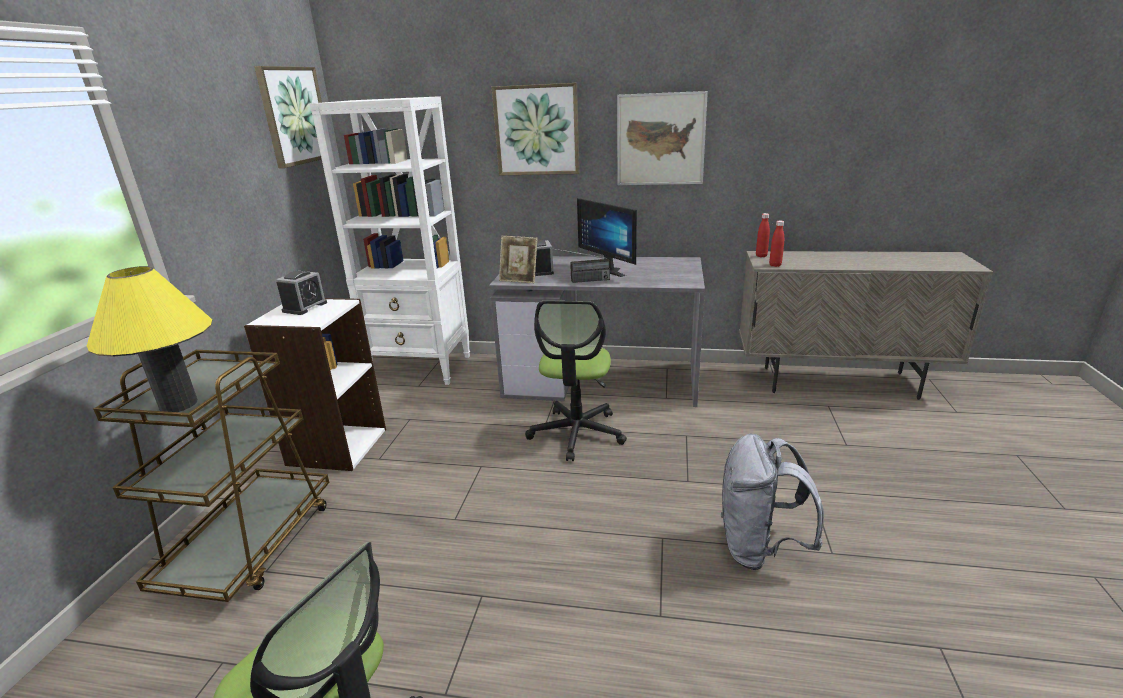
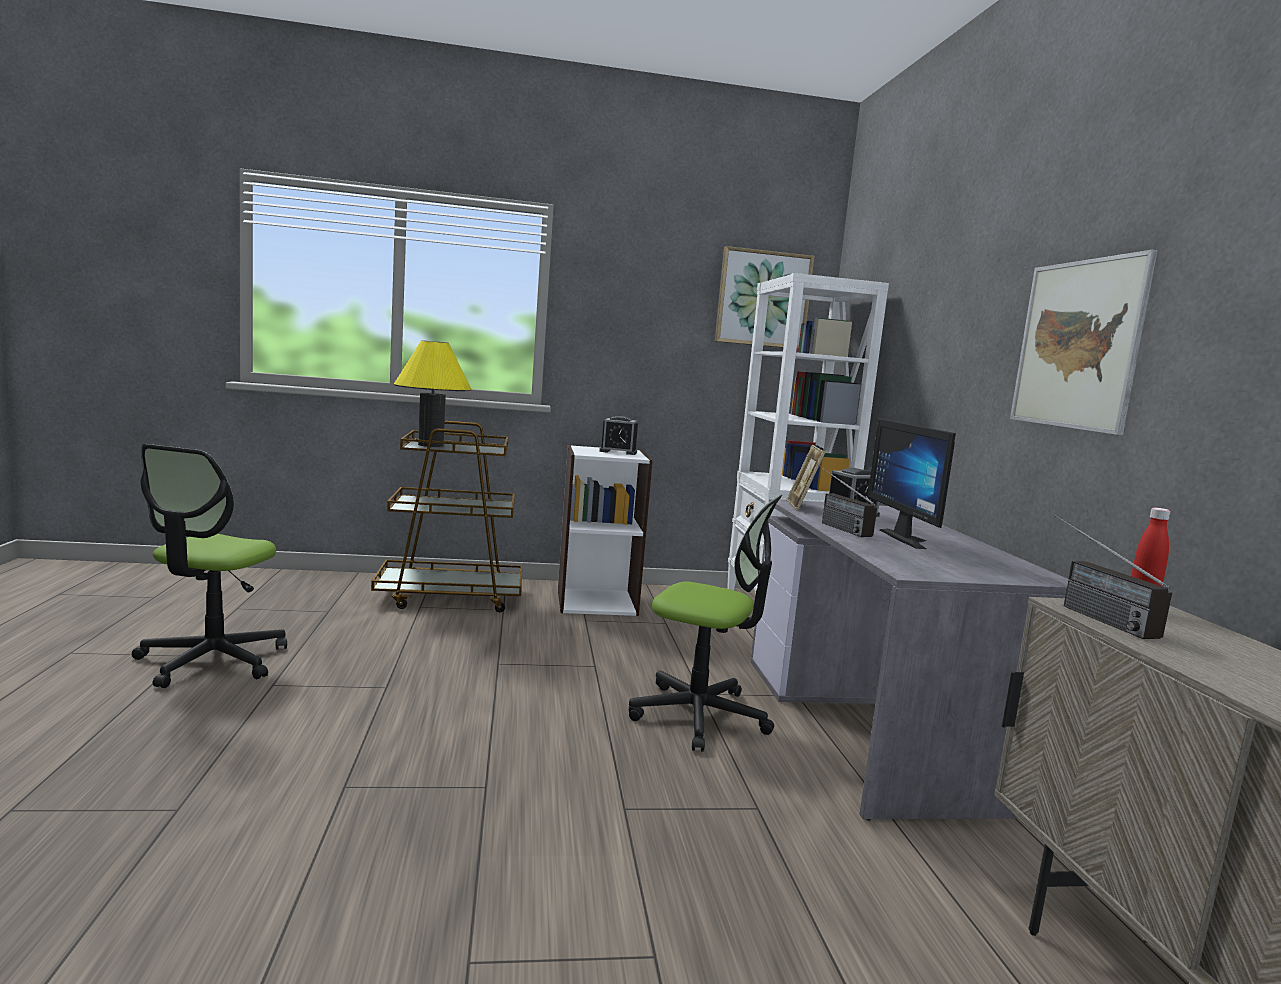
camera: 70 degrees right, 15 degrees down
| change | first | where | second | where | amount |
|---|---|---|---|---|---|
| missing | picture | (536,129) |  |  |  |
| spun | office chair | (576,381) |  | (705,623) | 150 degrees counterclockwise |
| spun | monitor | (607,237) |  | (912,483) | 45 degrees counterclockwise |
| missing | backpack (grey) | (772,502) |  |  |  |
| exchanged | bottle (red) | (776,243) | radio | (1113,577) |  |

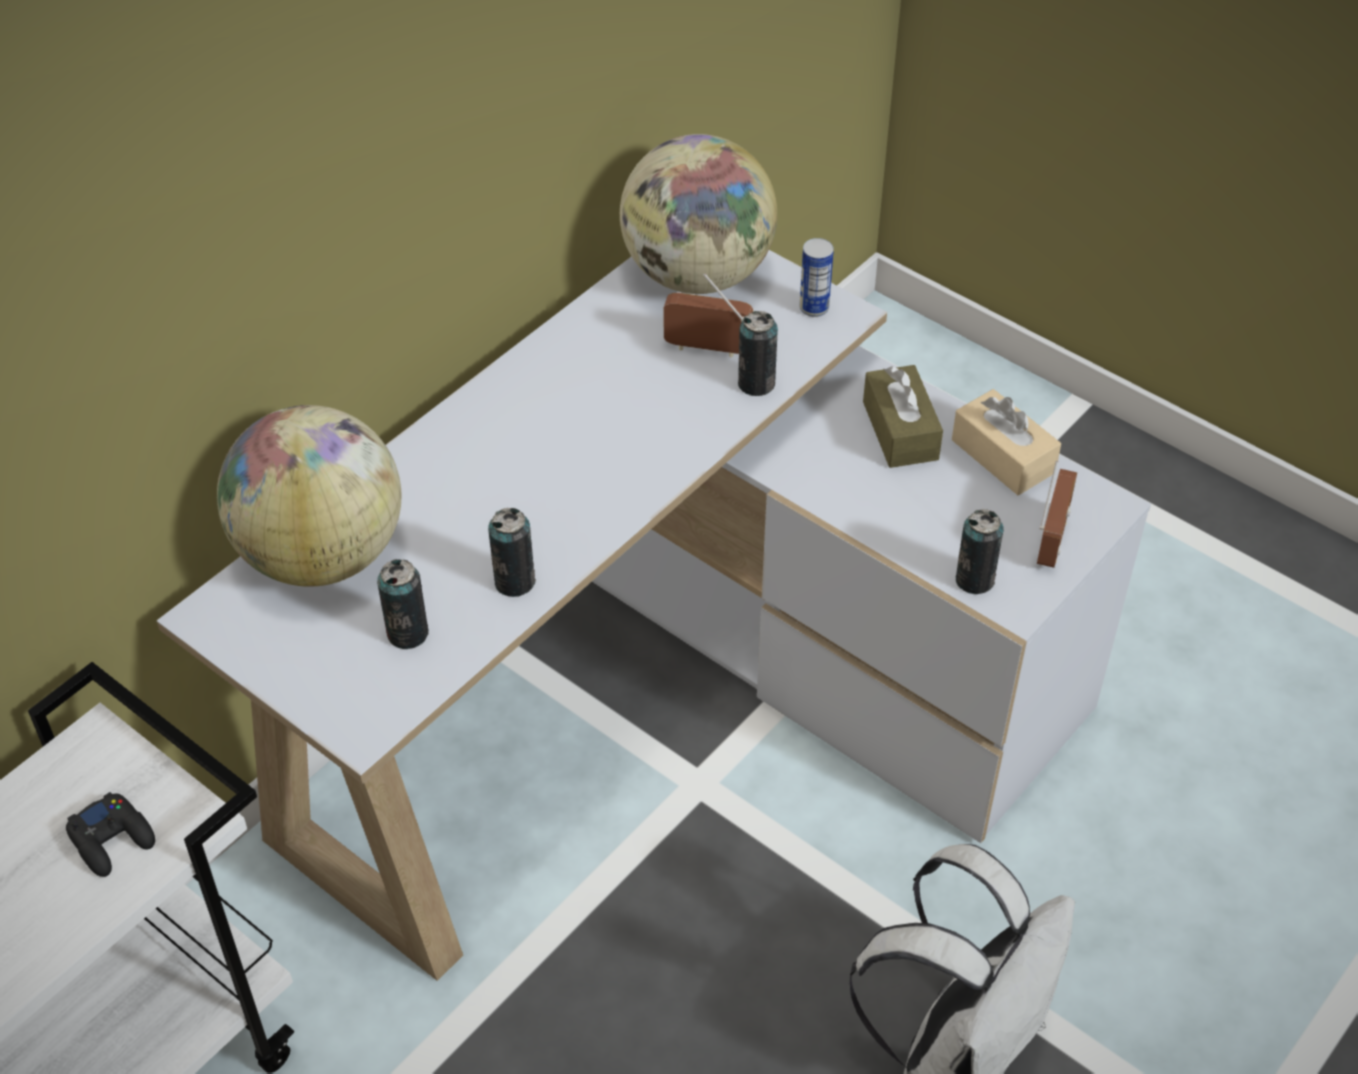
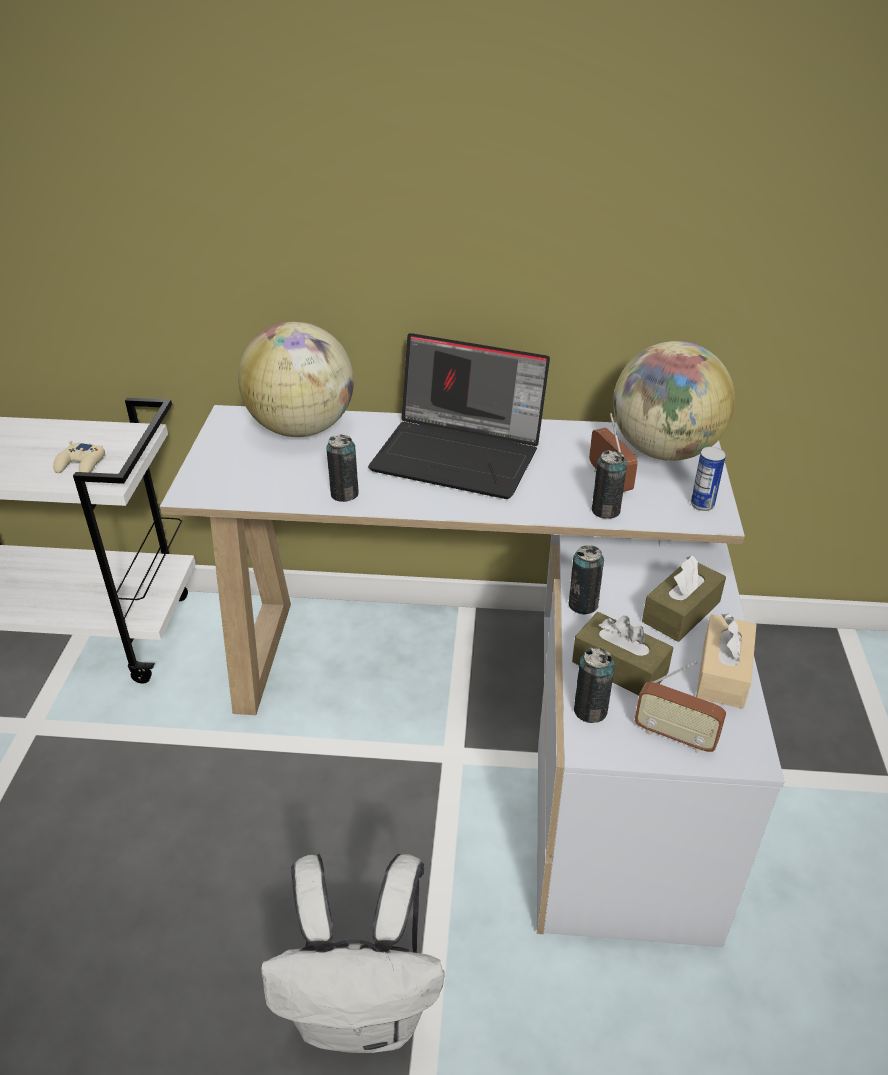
camera: 55 degrees right, 10 degrees down
| change | first | where | second | where | amount |
|---|---|---|---|---|---|
| colour | game controller (black) | (110,834) | game controller (beige) | (79,457) |  |
| relocated | can | (403,604) |  | (586,580) |  |
| spun | radio | (1057,514) |  | (680,707) | 45 degrees clockwise |
| appeared |  |  | laptop | (459,416) |  |
| appeared |  |  | tissue box (brown) | (622,653) |  |

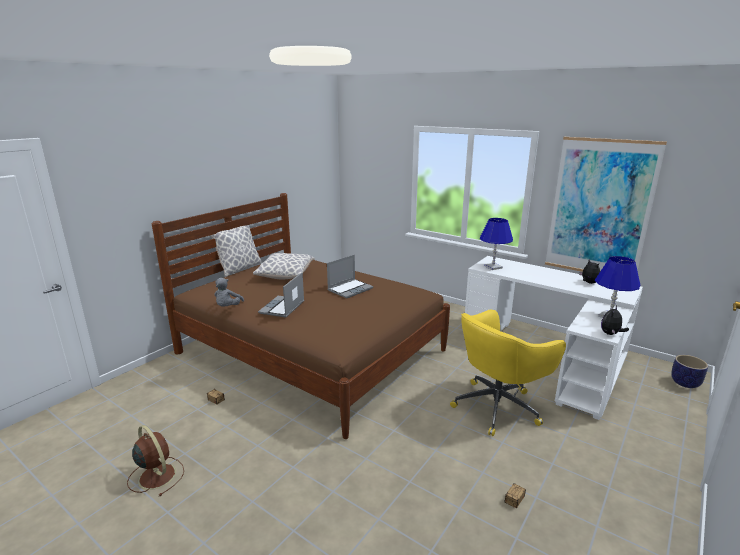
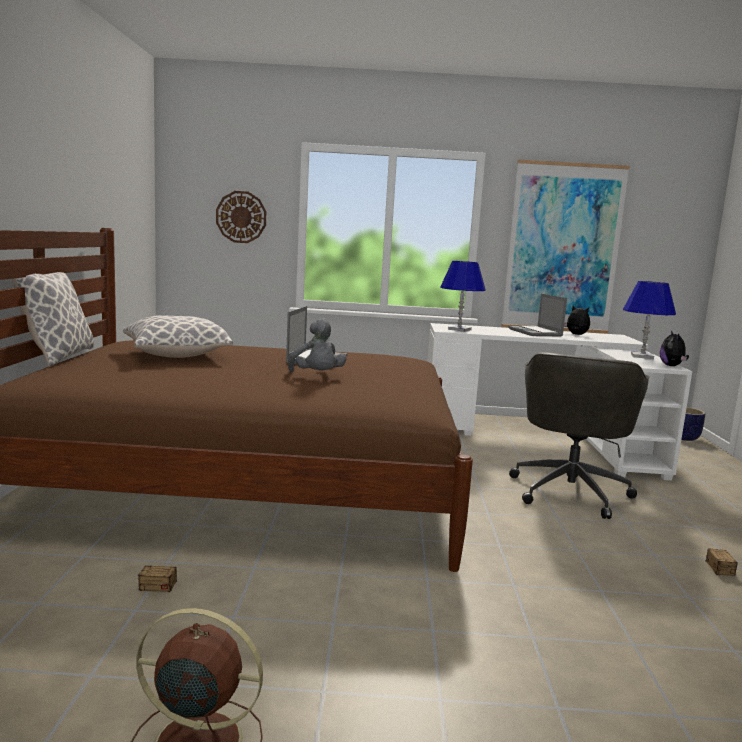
camera: 35 degrees left, 10 degrees down
| change | first | where | second | where | amount |
|---|---|---|---|---|---|
| relocated | plush toy (grey) | (229,292) |  | (317,345) |  |
| relocated | laptop | (281,295) |  | (537,314) |  |
| colour | office chair (yellow) | (508,372) | office chair (grey) | (579,435) |  |
| appeared |  |  | wall clock | (241,217) |  |

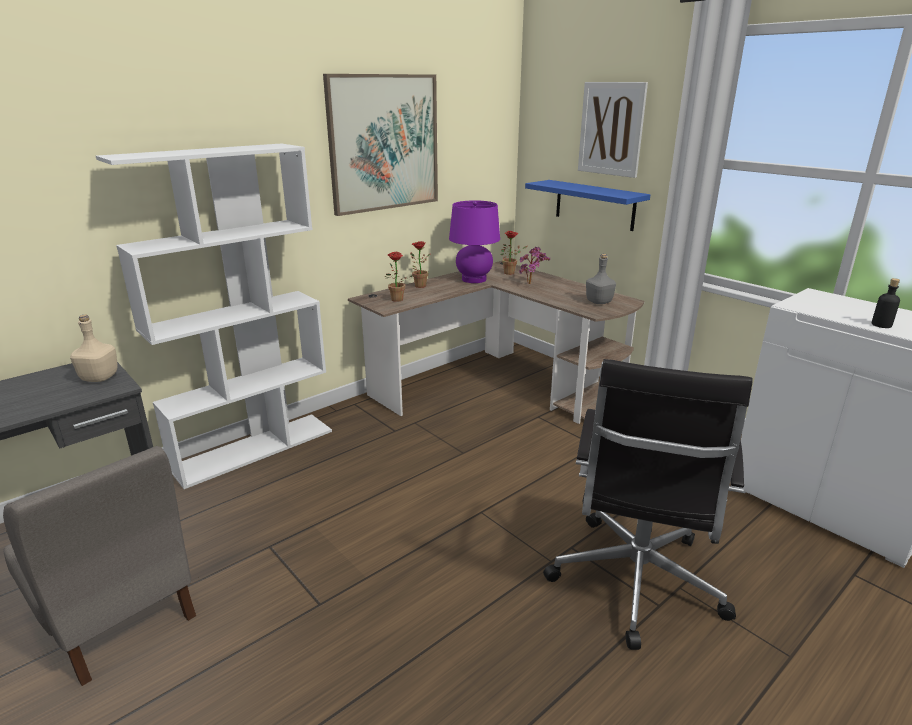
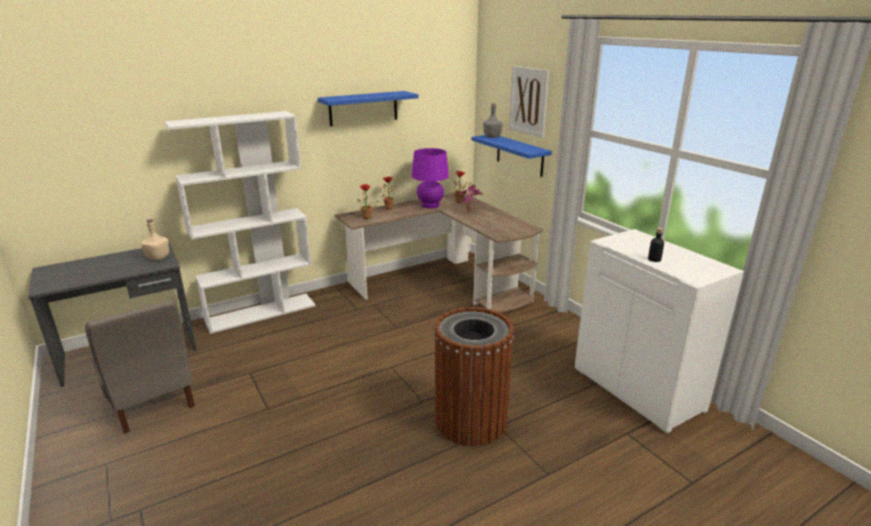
camera: 10 degrees right, 0 degrees up
| change | first | where | second | where | amount |
|---|---|---|---|---|---|
| exchanged | picture | (380,145) | shelf (blue) | (368,108) |  |
| exchanged | office chair (black) | (648,504) | trash can (brown) | (474,376) |  |
| relocated | bottle (grey) | (601,279) |  | (492,120) |  |

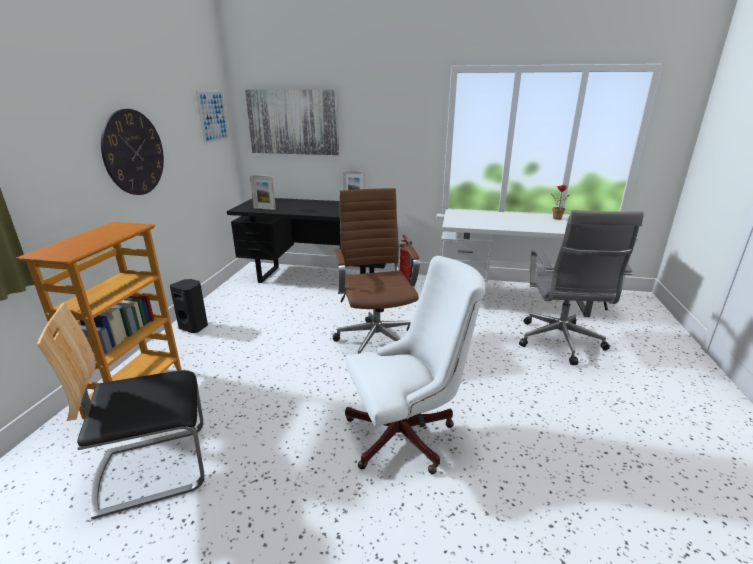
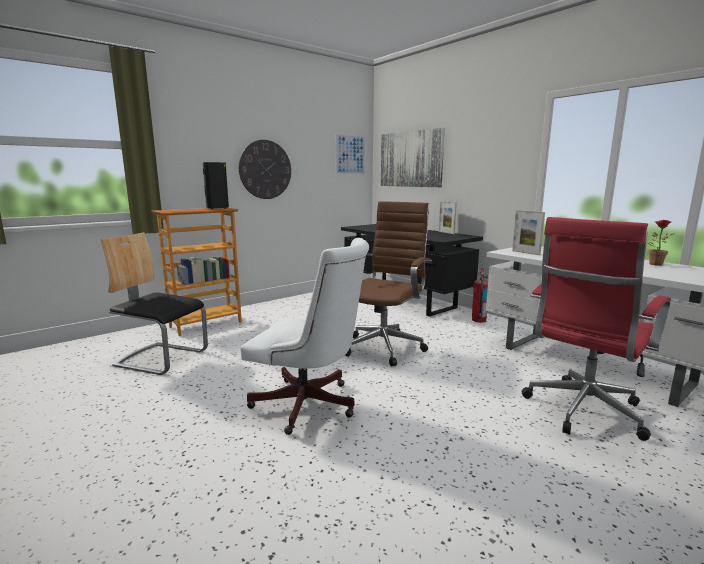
camera: 40 degrees right, 10 degrees down
| change | first | where | second | where | amount |
|---|---|---|---|---|---|
| relocated | speaker (black) | (189,306) |  | (216,185) |  |
| relocated | picture frame | (263,192) |  | (528,232) |  |
| colour | office chair (grey) | (581,287) | office chair (red) | (596,329) |  |

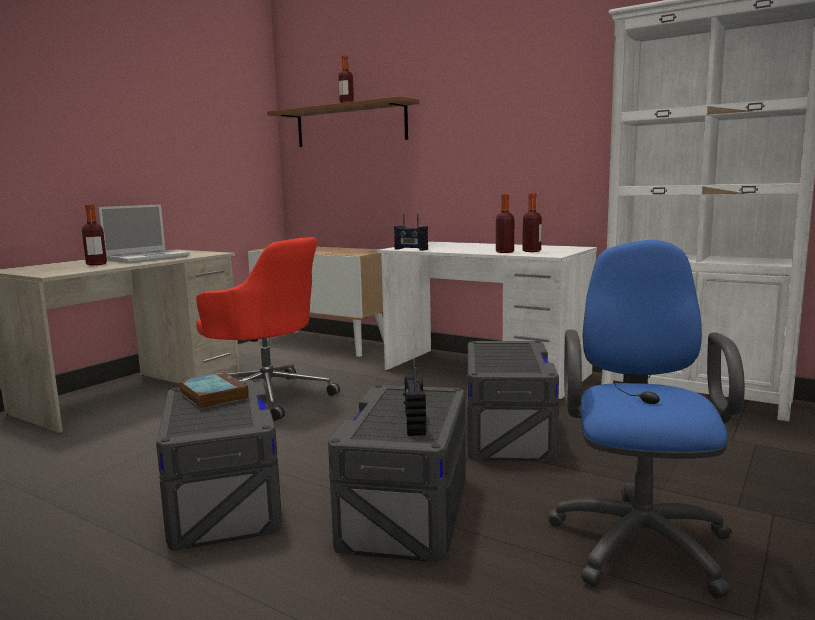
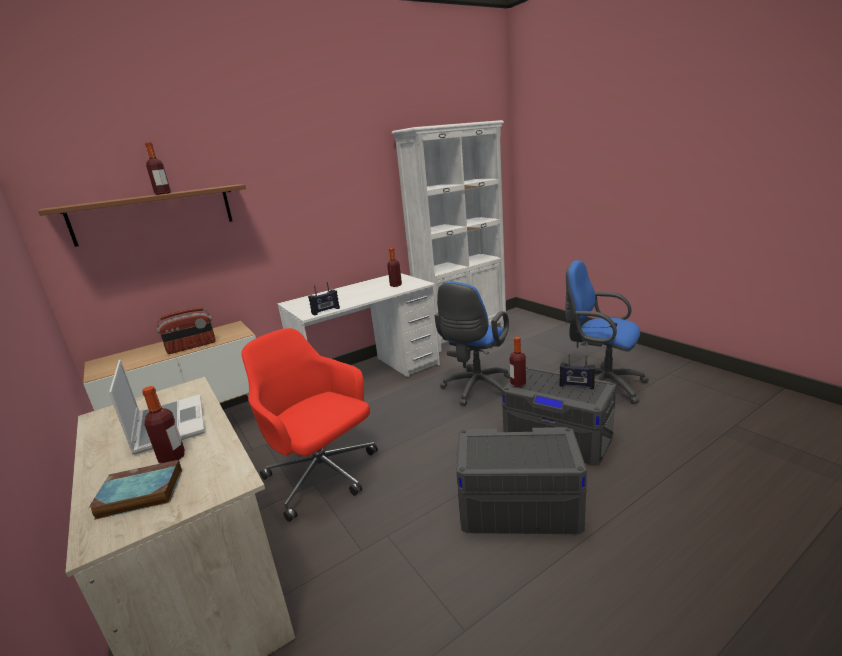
camera: 65 degrees left, 10 degrees up
| change | first | where | second | where | amount |
|---|---|---|---|---|---|
| relocated | book | (214,390) |  | (135,490) |  |
| spun | office chair (red) | (268,329) |  | (309,425) | 105 degrees counterclockwise |
| exchanged | storage box (grey) | (513,401) | office chair (blue) | (472,344) |  |
| relocated | bottle | (505,223) |  | (518,362) |  |
| appeared |  |  | radio | (186,330) |  |

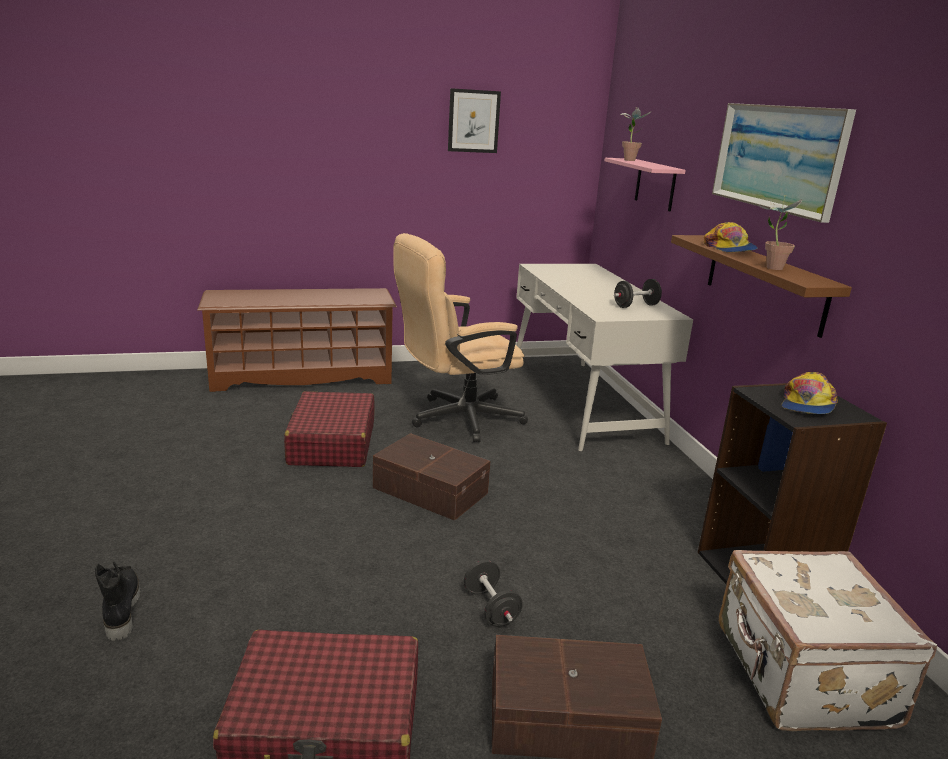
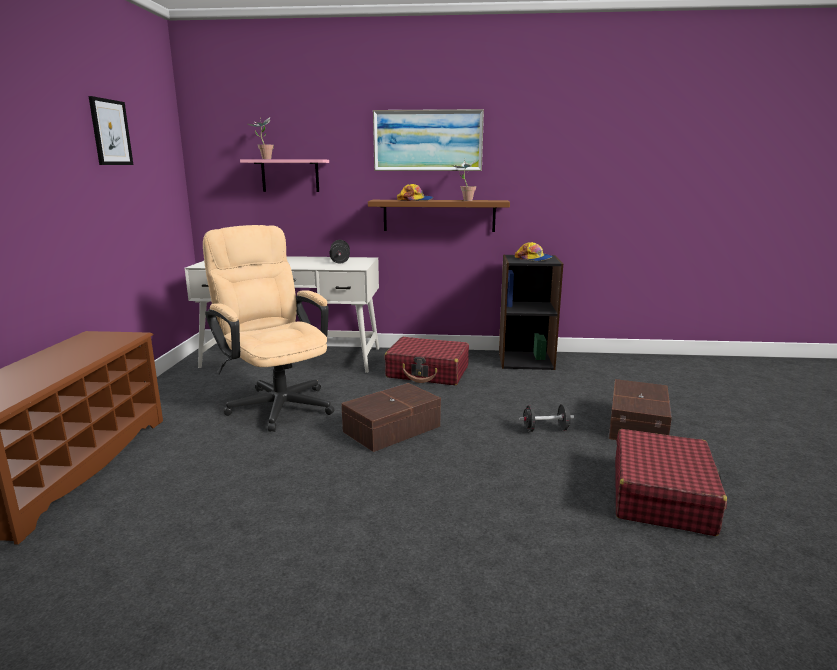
camera: 70 degrees left, 5 degrees down
| change | first | where | second | where | amount |
|---|---|---|---|---|---|
| missing | boot (black) | (117,601) |  |  |  |
| relocated | suitcase (red) | (329,429) |  | (426,361) |  |
| spun | office chair (beige) | (460,337) |  | (268,328) | 150 degrees clockwise |
| missing | suitcase (white) | (828,640) |  |  |  |

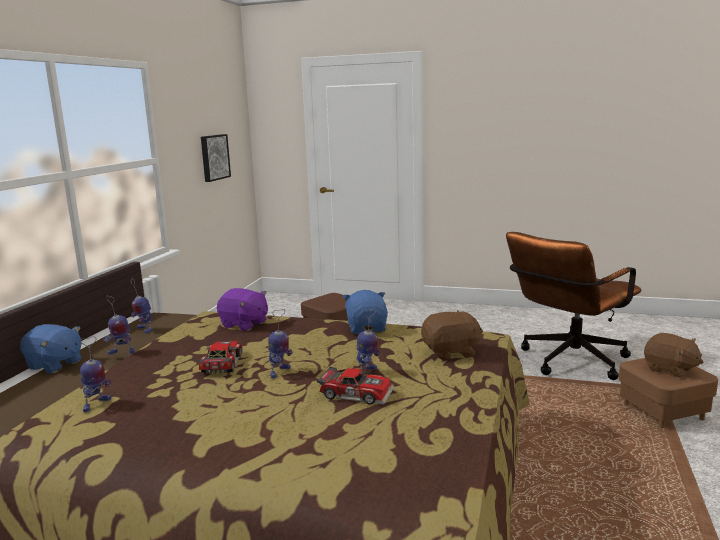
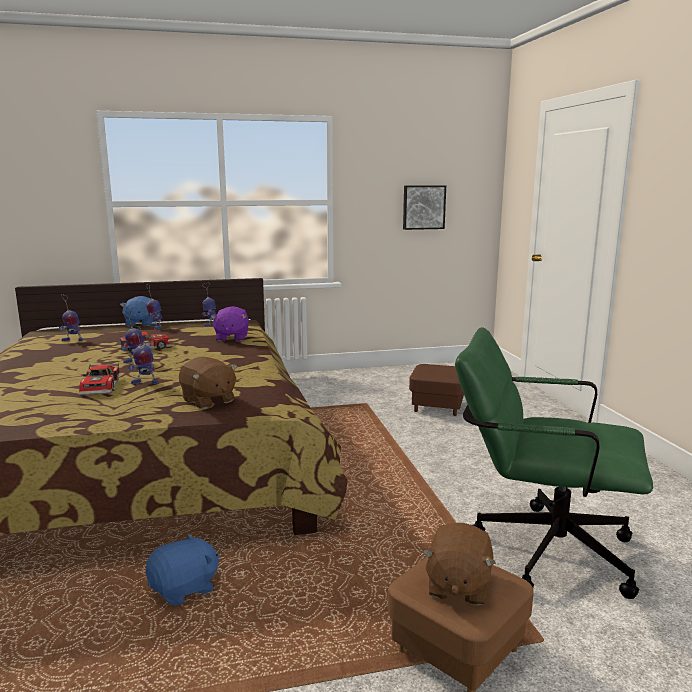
camera: 60 degrees right, 0 degrees up
| change | first | where | second | where | amount |
|---|---|---|---|---|---|
| relocated | plush toy (blue) | (365,312) |  | (183,569) |  |
| colour | office chair (brown) | (573,306) | office chair (green) | (554,463) |  |

